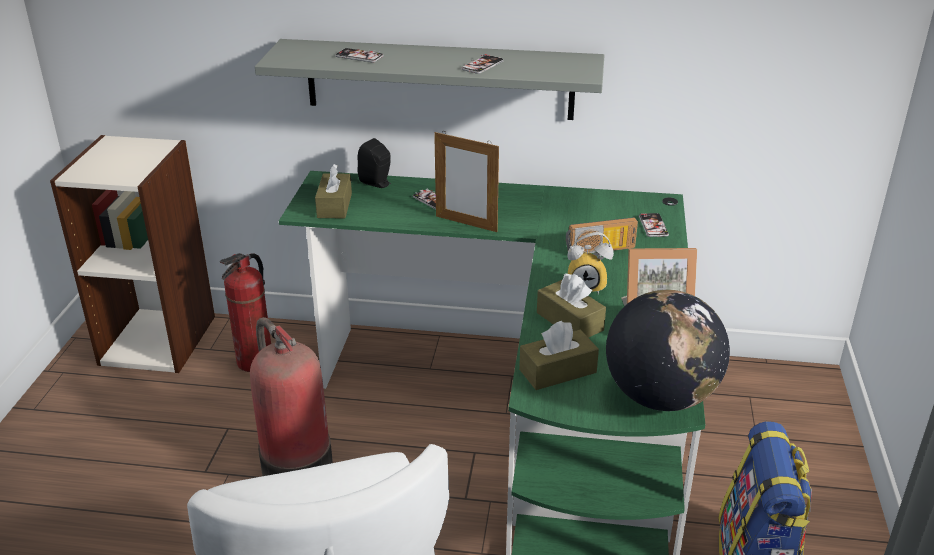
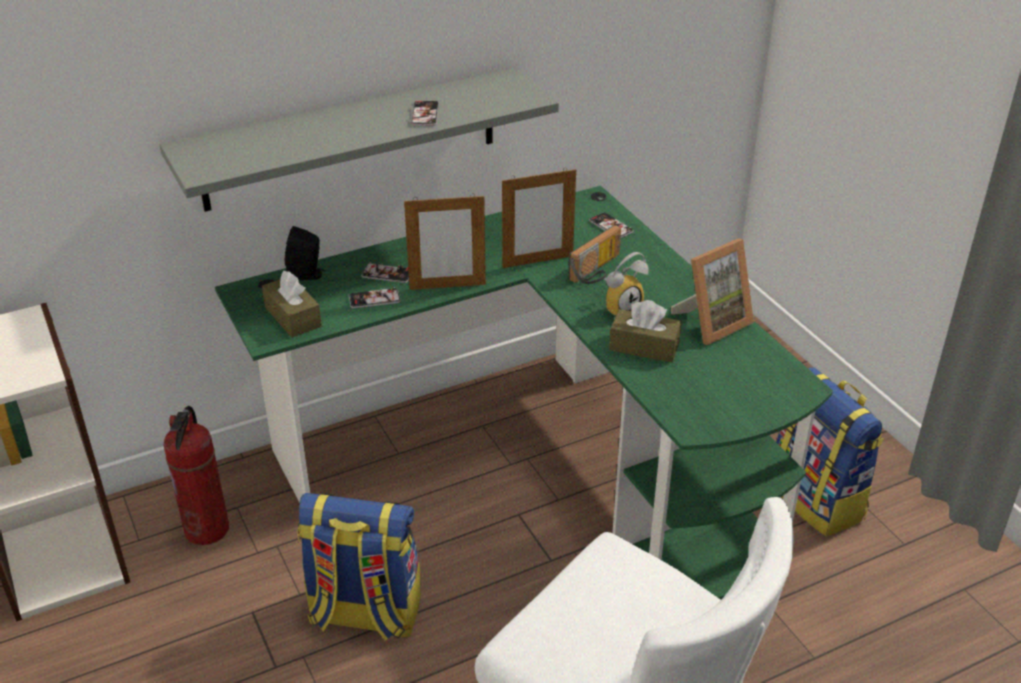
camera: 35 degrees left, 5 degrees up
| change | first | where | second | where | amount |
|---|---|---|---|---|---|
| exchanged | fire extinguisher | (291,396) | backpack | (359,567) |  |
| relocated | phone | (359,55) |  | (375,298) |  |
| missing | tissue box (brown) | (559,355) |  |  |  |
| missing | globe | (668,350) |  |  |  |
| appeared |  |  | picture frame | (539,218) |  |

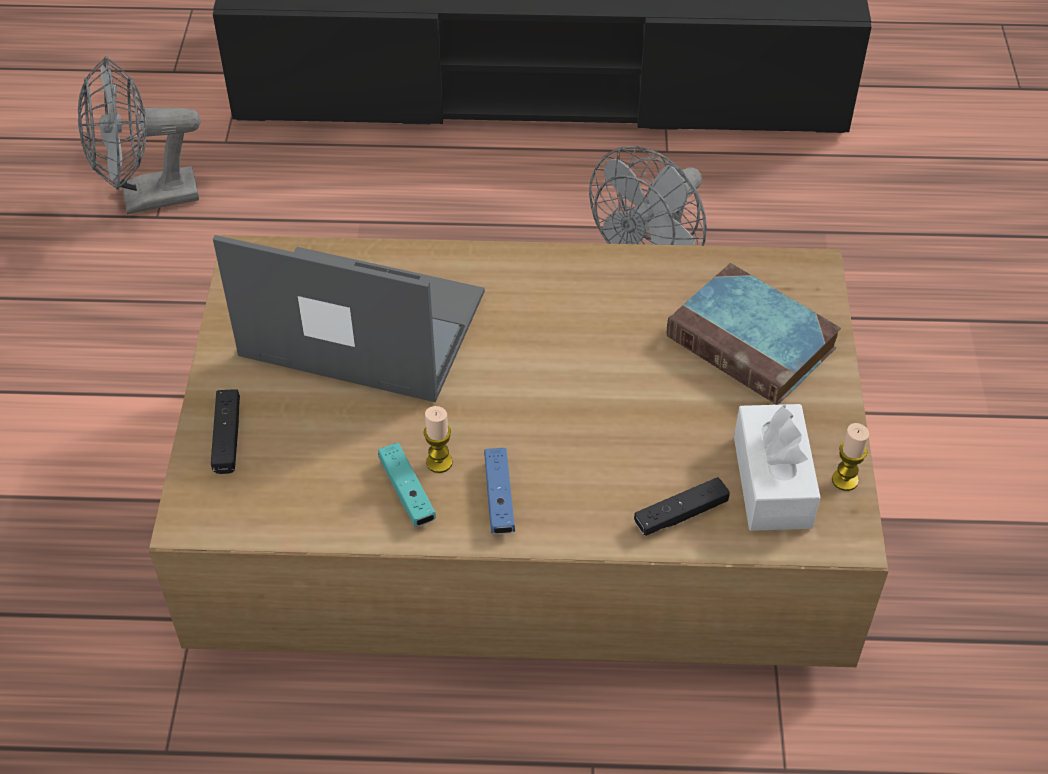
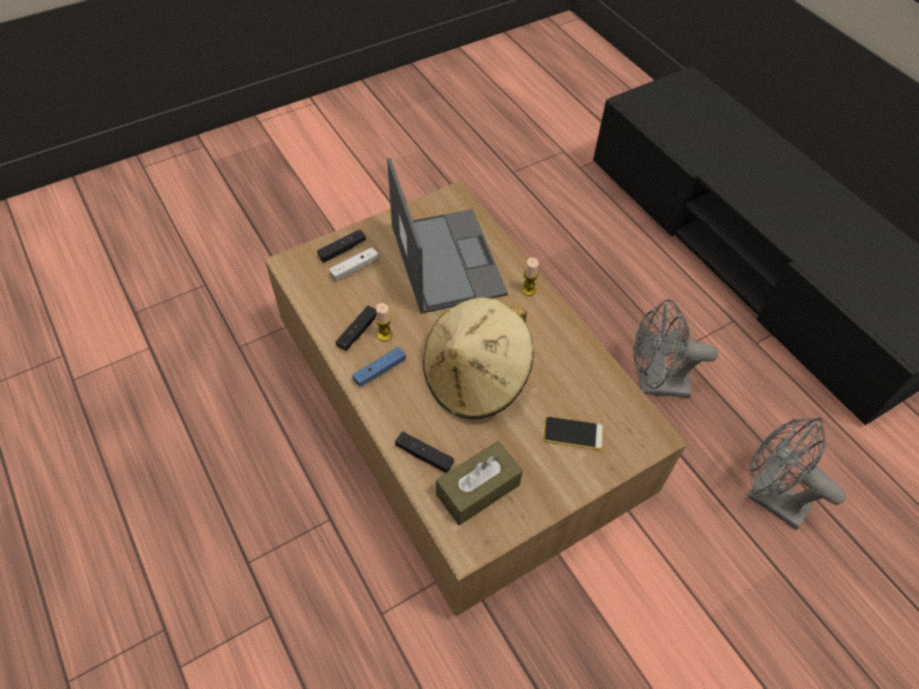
camera: 55 degrees right, 5 degrees up
| change | first | where | second | where | amount |
|---|---|---|---|---|---|
| relocated | fan (grey) | (139,135) |  | (796,473) |  |
| colour | game controller (turquoise) | (407,484) | game controller (black) | (356,328) |  |
| exchanged | book | (754,334) | phone | (573,433) |  |
| colour | tissue box (white) | (777,467) | tissue box (brown) | (479,483) |  |
| relocated | candle | (850,457) |  | (530,277) |  |
| appeared |  |  | game controller (white) | (354,264) |  |
| appeared |  |  | hat (beige) | (478,358) |  |

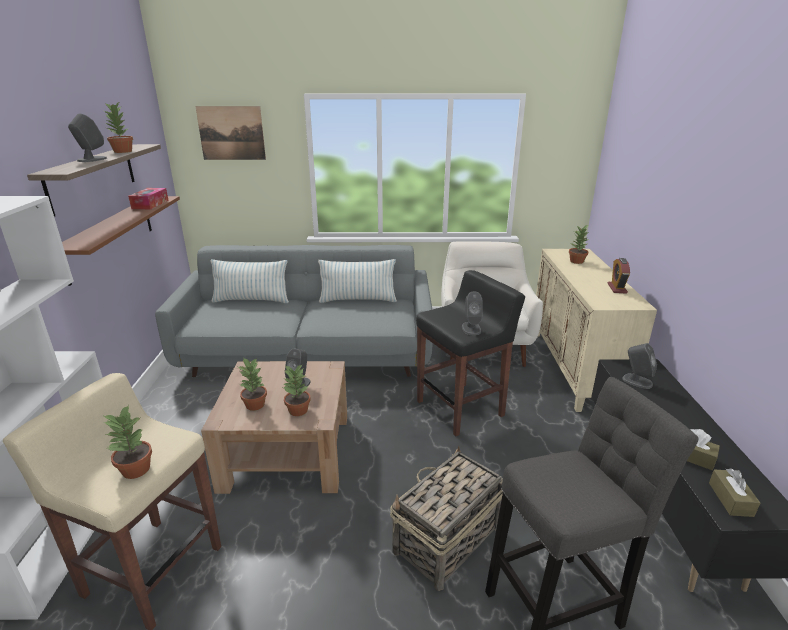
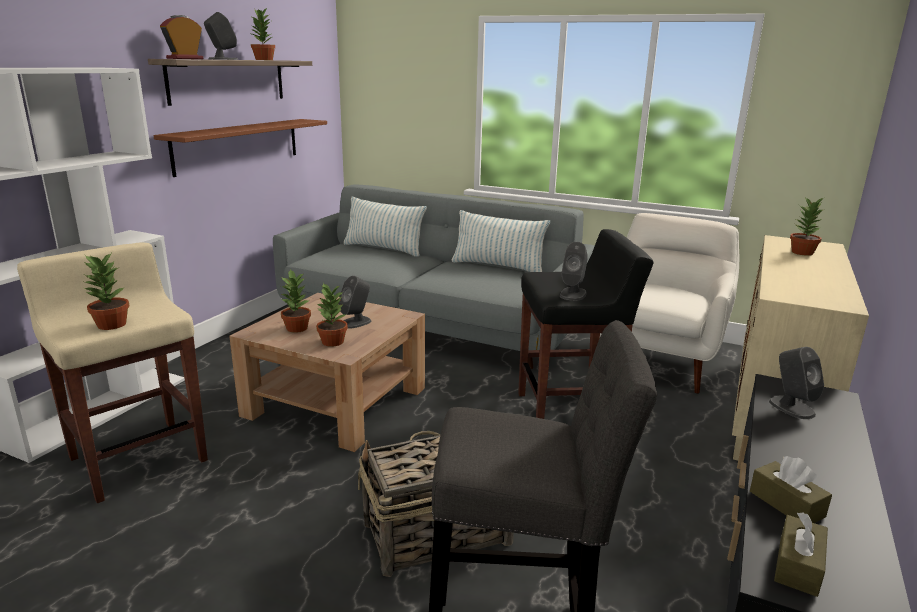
camera: 25 degrees right, 5 degrees down
| change | first | where | second | where | amount |
|---|---|---|---|---|---|
| missing | tissue box | (148,198) |  |  |  |
| missing | picture | (230,133) |  |  |  |
| relocated | alarm clock | (619,276) |  | (181,37) |  |

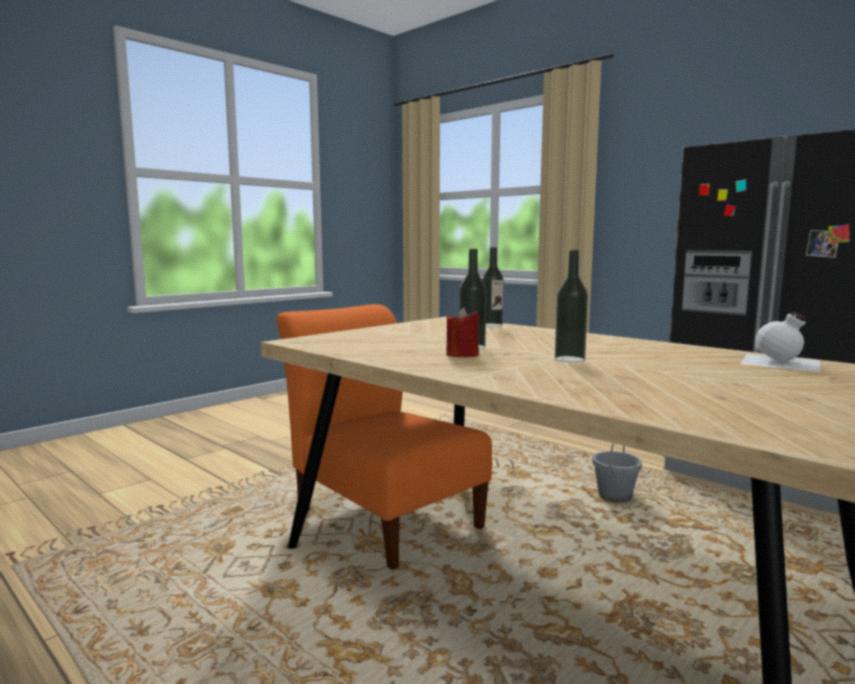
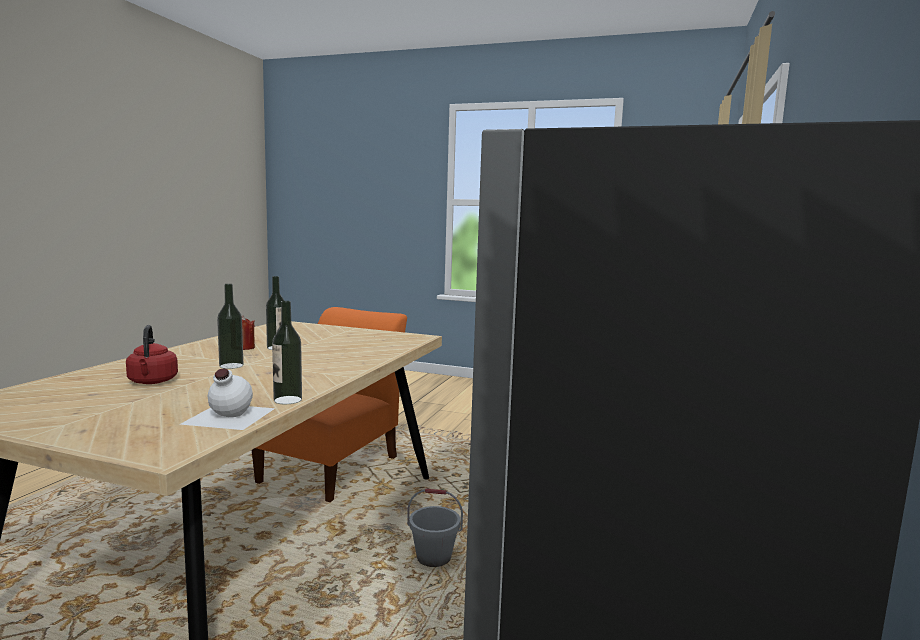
camera: 65 degrees right, 0 degrees up
| change | first | where | second | where | amount |
|---|---|---|---|---|---|
| relocated | bottle | (493,287) |  | (287,352) |  |
| appeared |  |  | kettle (red) | (152,354) |  |

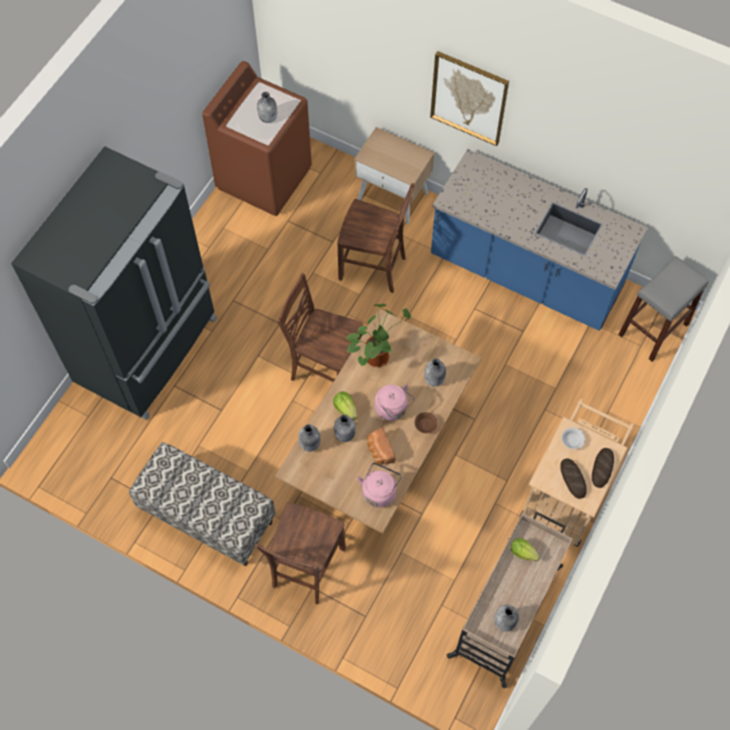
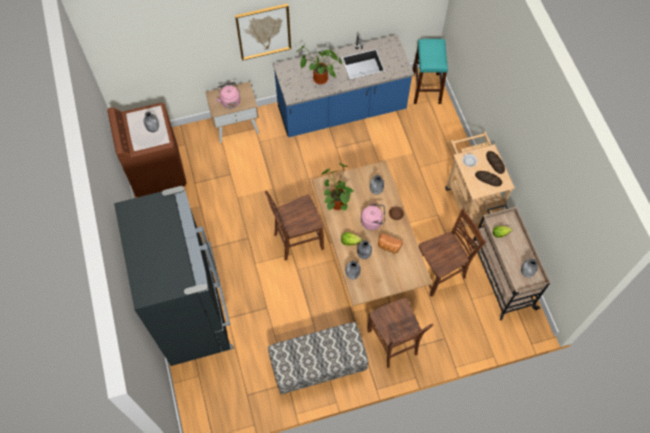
camera: 45 degrees left, 0 degrees up
| change | first | where | second | where | amount |
|---|---|---|---|---|---|
| relocated | chair (brown) | (376,238) |  | (452,252) |  |
| relocated | kettle (pink) | (379,485) |  | (228,95) |  |
| colour | stool (grey) | (663,308) | stool (turquoise) | (430,71) |  |
| appeared |  |  | potted plant | (319,64) |  |

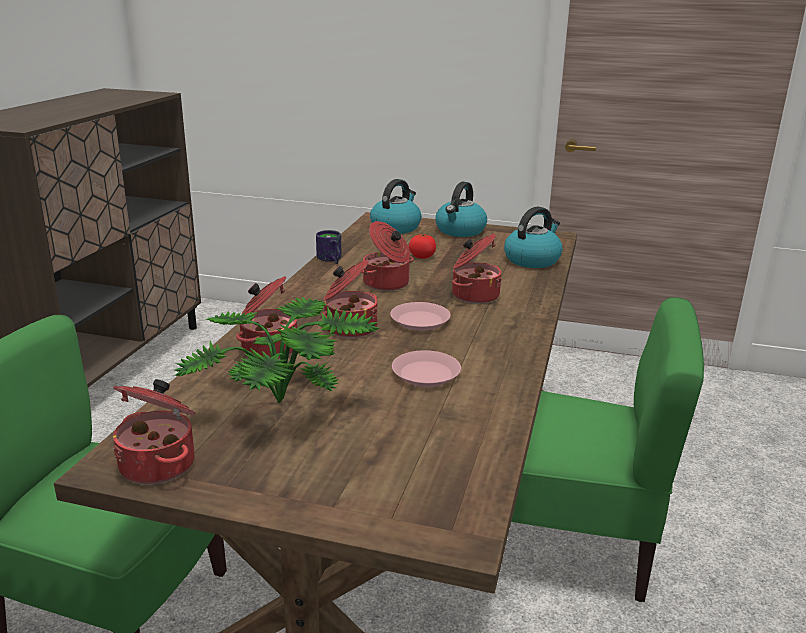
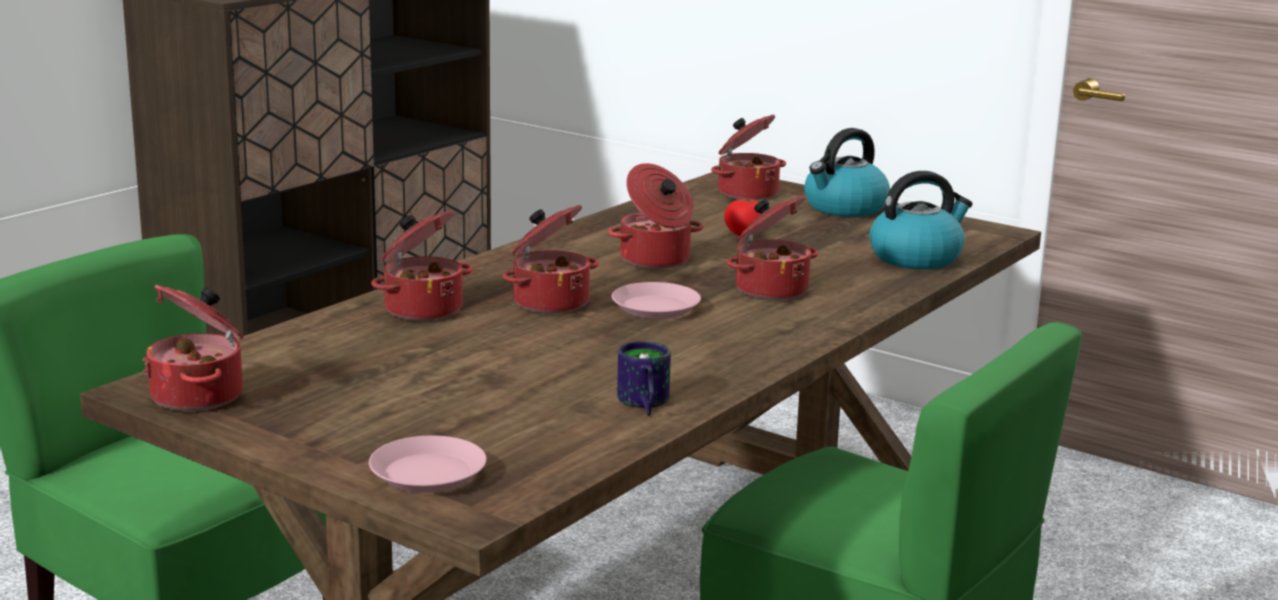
camera: 20 degrees right, 5 degrees down
| change | first | where | second | where | amount |
|---|---|---|---|---|---|
| missing | potted plant | (276,349) |  |  |  |
| relocated | mug | (329,247) |  | (644,378) |  |
| exchanged | kettle | (396,206) | cooking pot | (748,157) |  |
| relocated | plate (pink) | (426,368) |  | (428,464) |  |

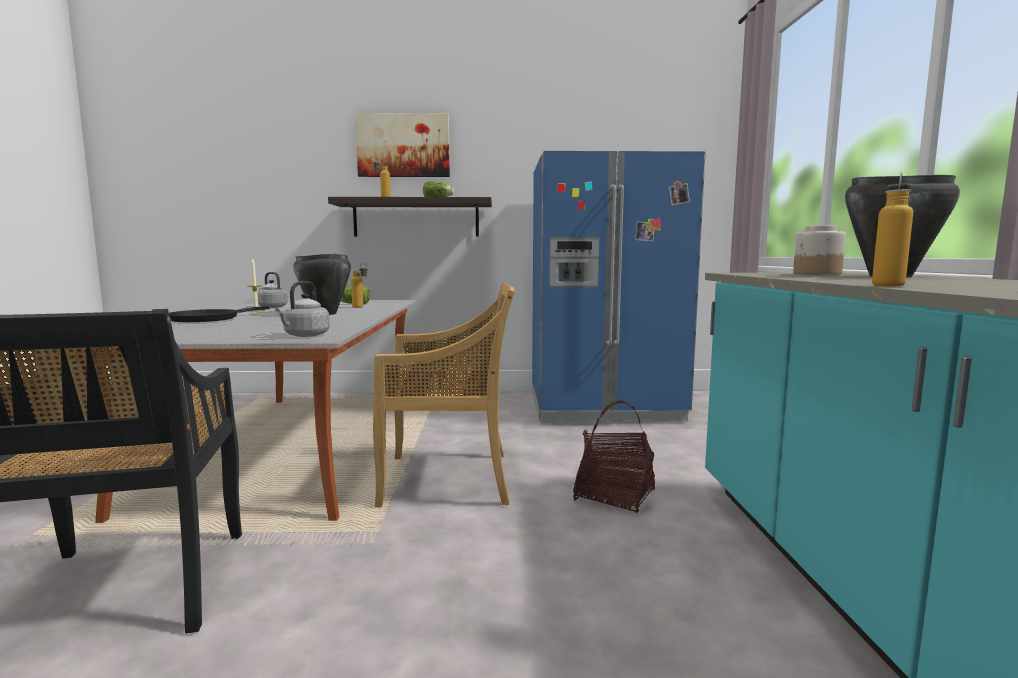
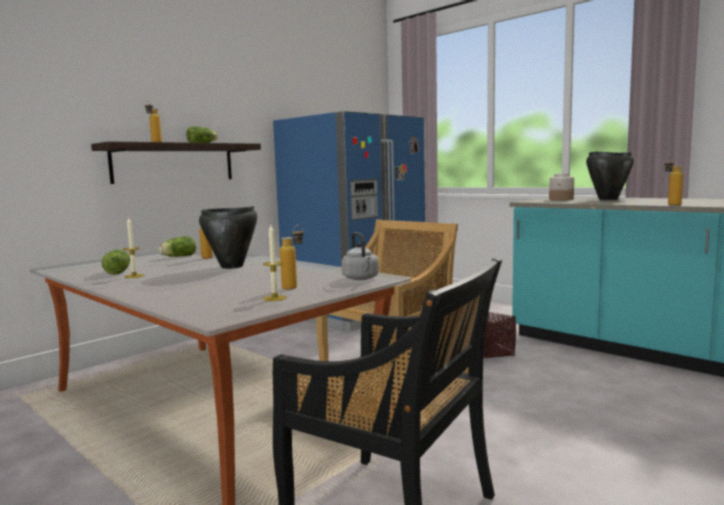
camera: 45 degrees left, 0 degrees up
| change | first | where | second | where | amount |
|---|---|---|---|---|---|
| missing | frying pan (black) | (219,314) |  |  |  |
| exchanged | kettle (grey) | (272,290) | lettuce | (116,262) |  |
| missing | picture | (402,145) |  |  |  |
| appeared |  |  | candle | (275,263) |  |
| appeared |  |  | bottle | (292,257) |  |

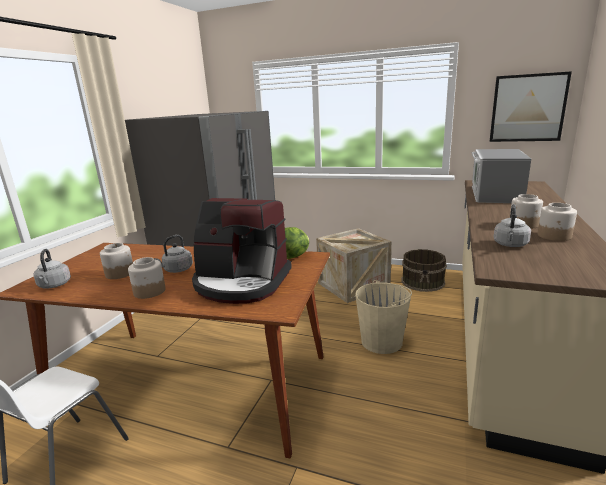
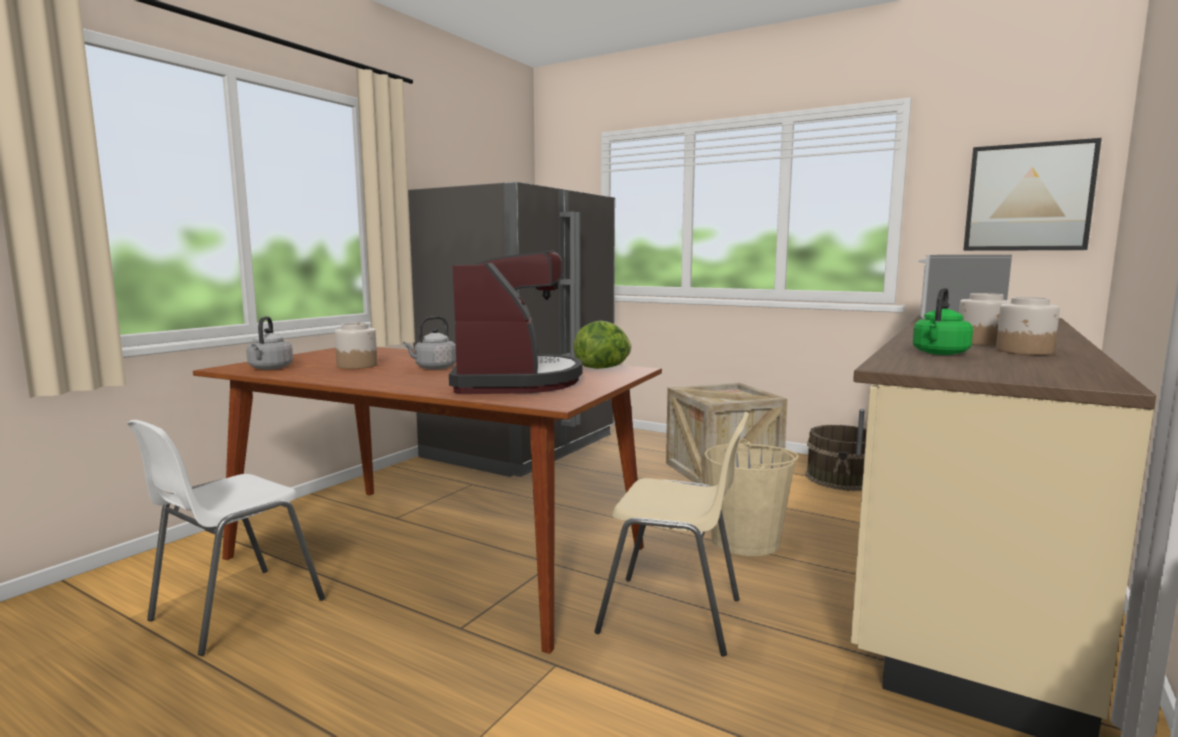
camera: 10 degrees right, 10 degrees down
| change | first | where | second | where | amount |
|---|---|---|---|---|---|
| missing | jar | (147,278) |  |  |  |
| spun | coffee machine | (242,251) |  | (515,322) | 120 degrees counterclockwise |
| colour | kettle (grey) | (512,225) | kettle (green) | (943,321) |  |
| appeared |  |  | chair (beige) | (672,534) |  |

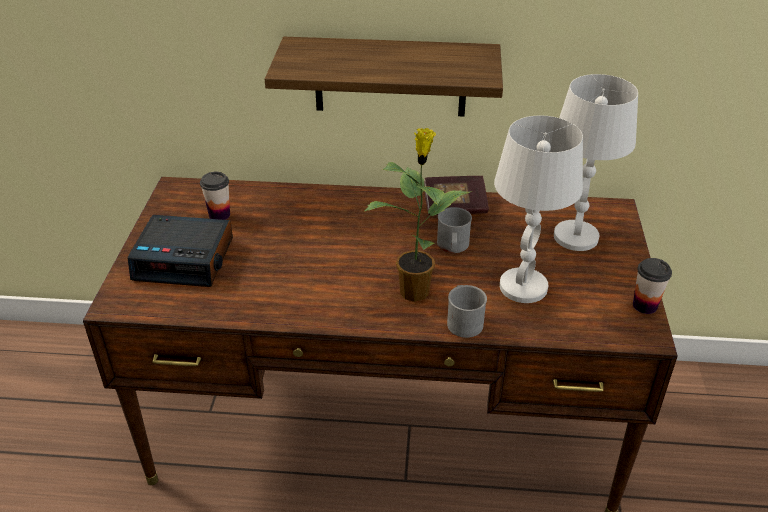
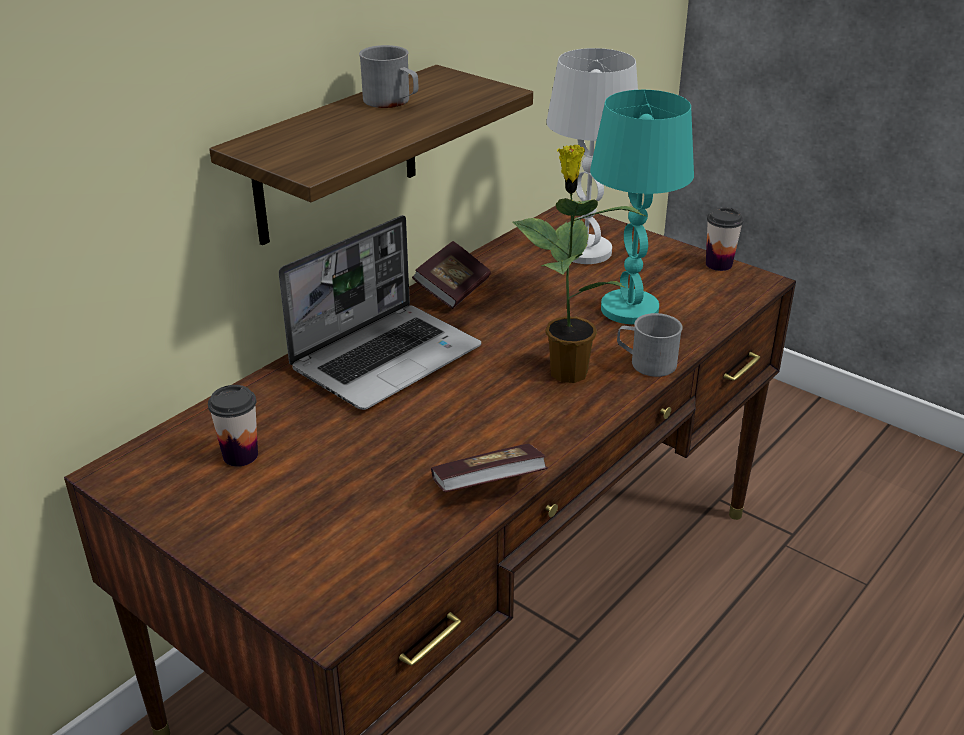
camera: 55 degrees left, 5 degrees down
| change | first | where | second | where | amount |
|---|---|---|---|---|---|
| missing | alarm clock | (180,251) |  |  |  |
| relocated | mug (grey) | (454,230) |  | (388,76) |  |
| colour | table lamp (white) | (538,209) | table lamp (turquoise) | (642,207) |  |
| appeared |  |  | laptop | (380,312) |  |
| appeared |  |  | book | (489,468) |  |

